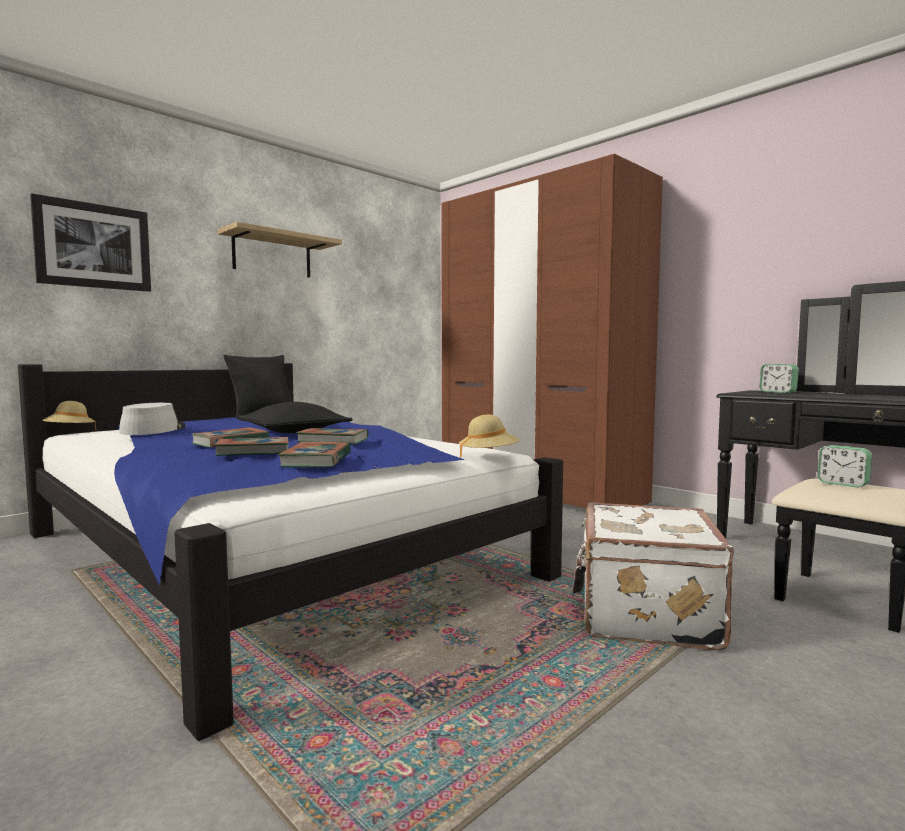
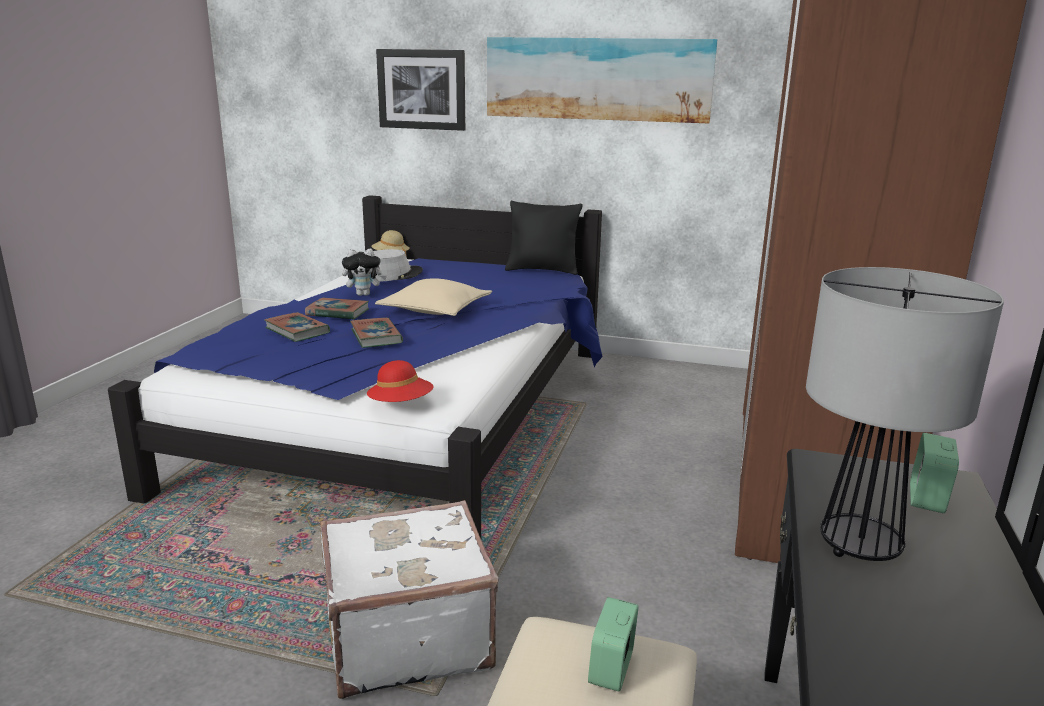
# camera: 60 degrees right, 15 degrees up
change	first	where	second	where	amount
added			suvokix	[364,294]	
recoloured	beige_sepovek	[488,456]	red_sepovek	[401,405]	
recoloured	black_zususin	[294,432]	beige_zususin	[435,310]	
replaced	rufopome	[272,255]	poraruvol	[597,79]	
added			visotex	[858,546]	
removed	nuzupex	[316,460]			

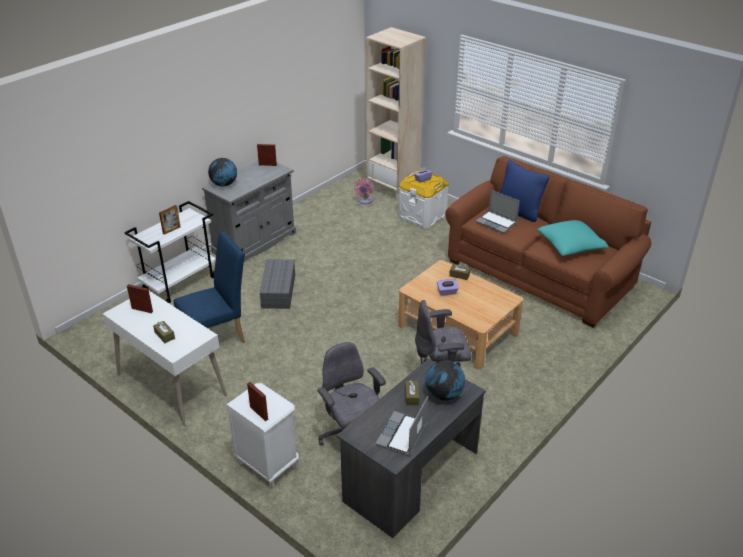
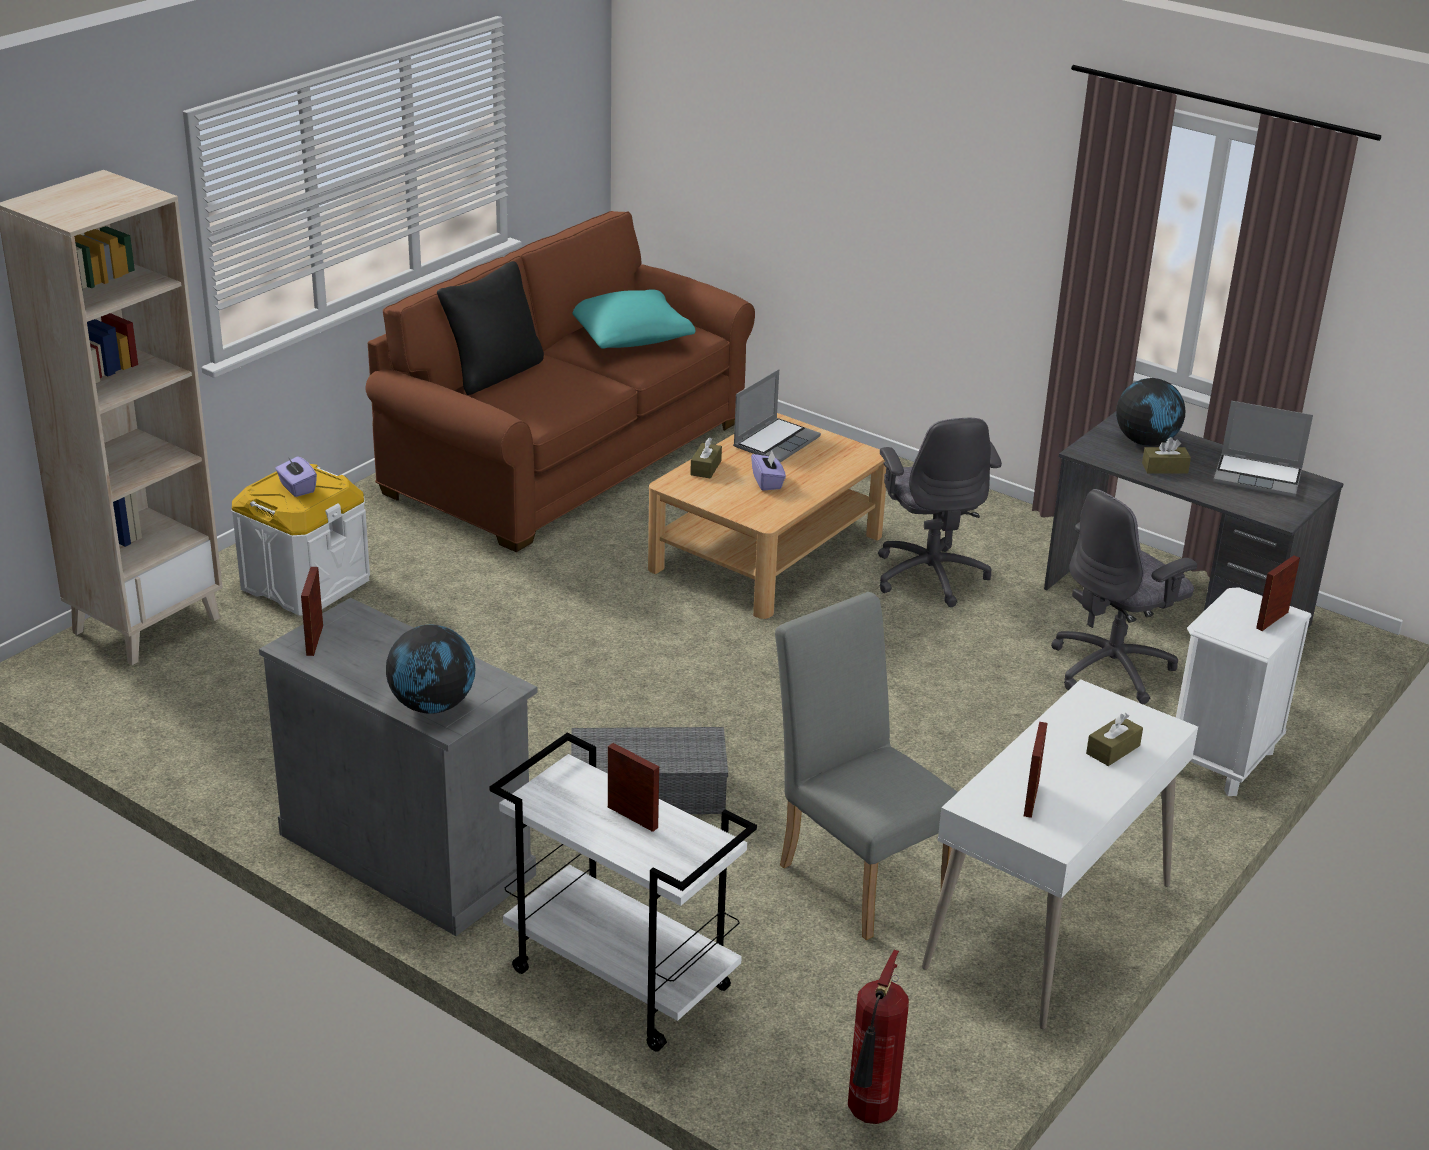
# camera: 95 degrees left, 5 degrees down
change	first	where	second	where	amount
recoloured	blue_zususin	[519,211]	black_zususin	[493,373]	
moved	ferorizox	[497,223]		[776,441]	
recoloured	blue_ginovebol	[218,338]	grey_ginovebol	[857,873]	
added			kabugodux	[870,1117]	
removed	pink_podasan	[365,201]			

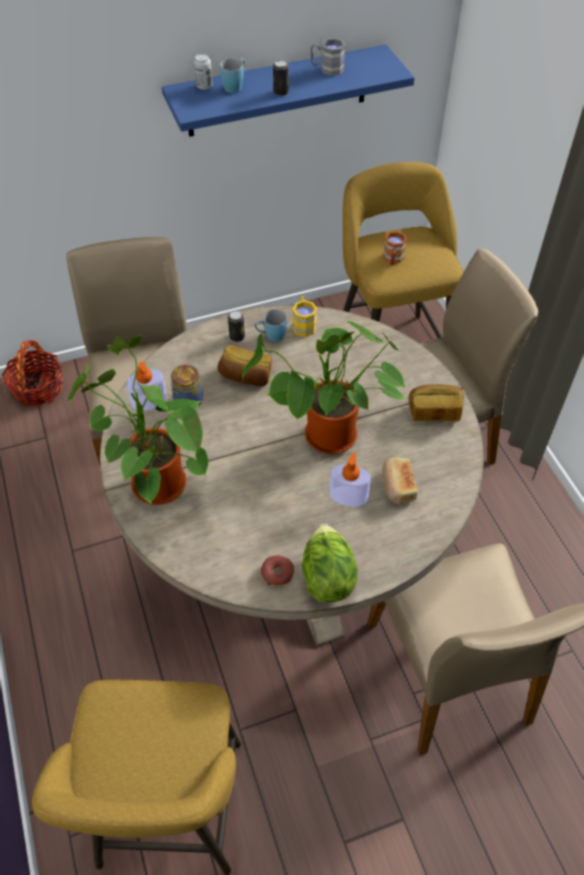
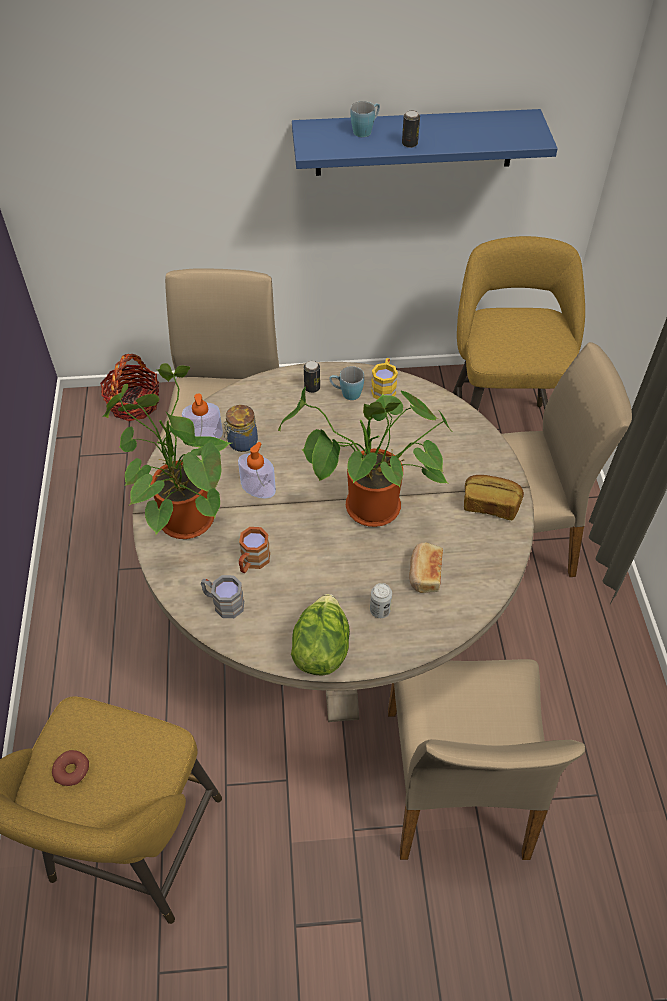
# camera: 15 degrees right, 0 degrees up
change	first	where	second	where	amount
moved	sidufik	[277,573]		[72,771]	
moved	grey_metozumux	[327,69]		[223,603]	
moved	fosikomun	[348,496]		[258,488]	
moved	brown_metozumux	[393,260]		[252,562]	
moved	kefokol	[204,86]		[380,610]	
removed	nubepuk	[246,377]			

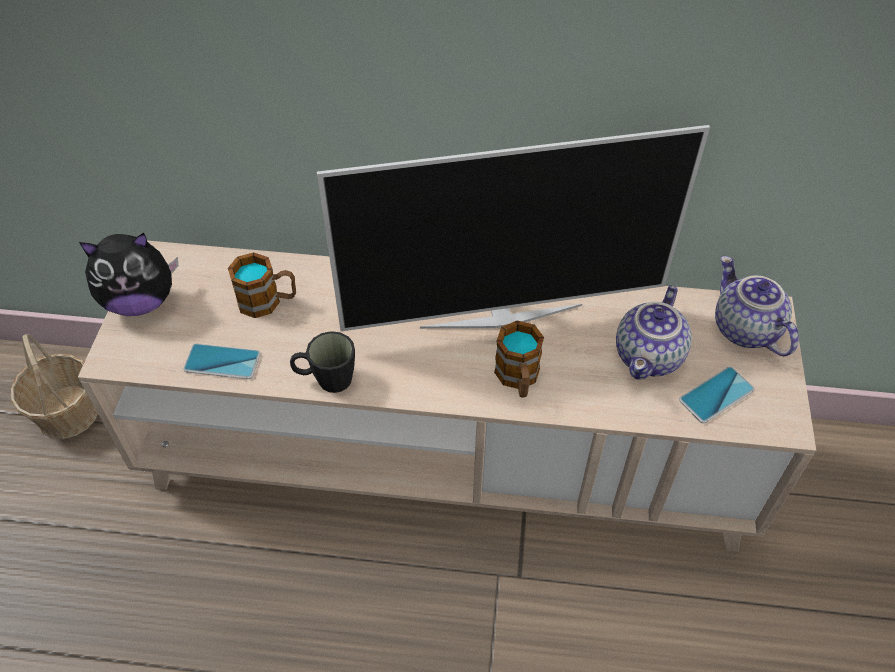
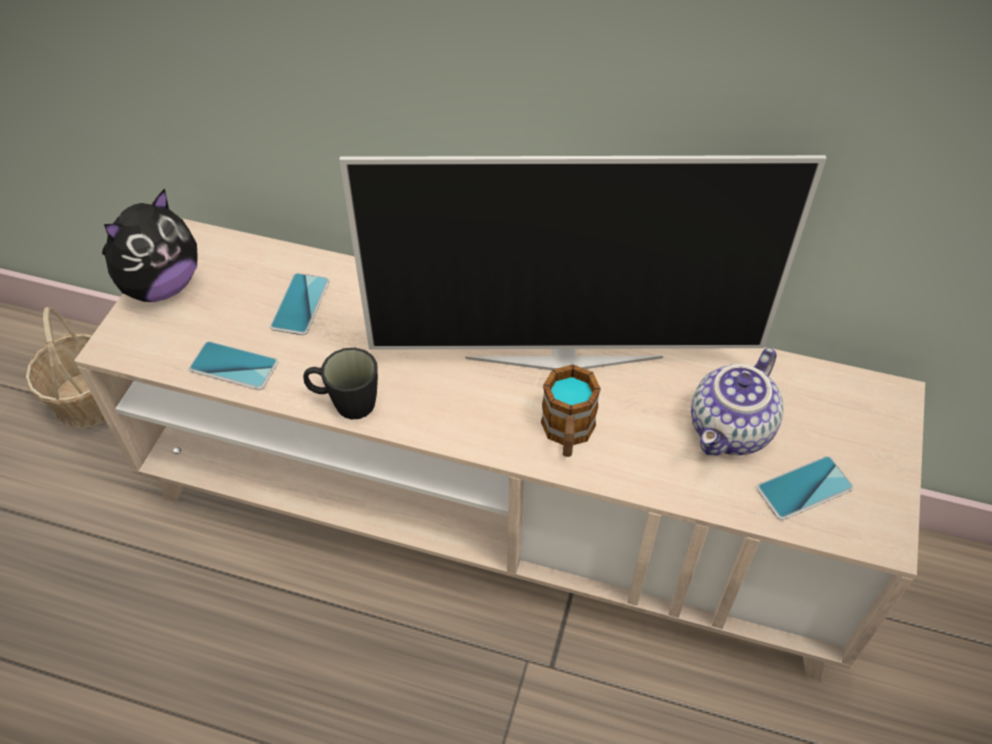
# camera: 10 degrees right, 0 degrees up
change	first	where	second	where	amount
turned	suvokix	[141,301]		[161,286]	45 degrees counterclockwise
replaced	metozumux	[268,301]	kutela	[300,304]	
removed	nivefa	[743,329]			

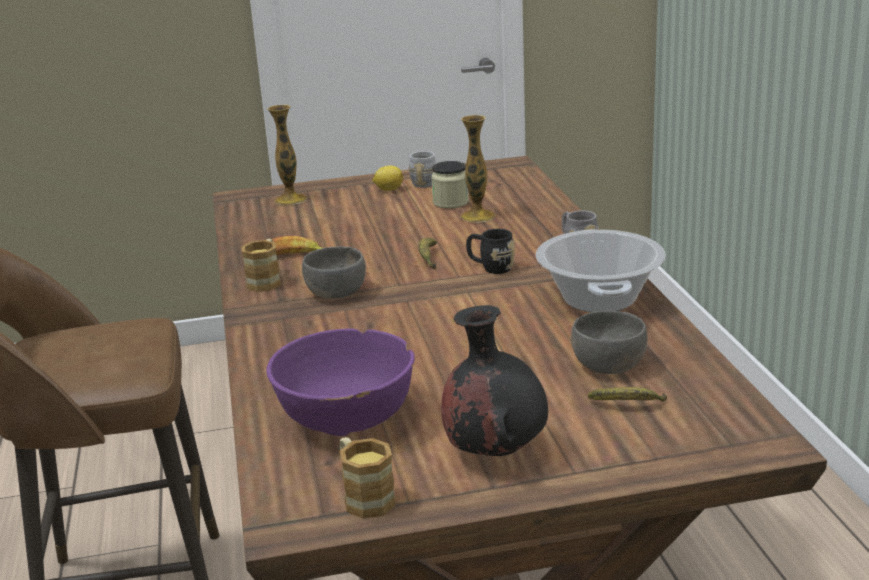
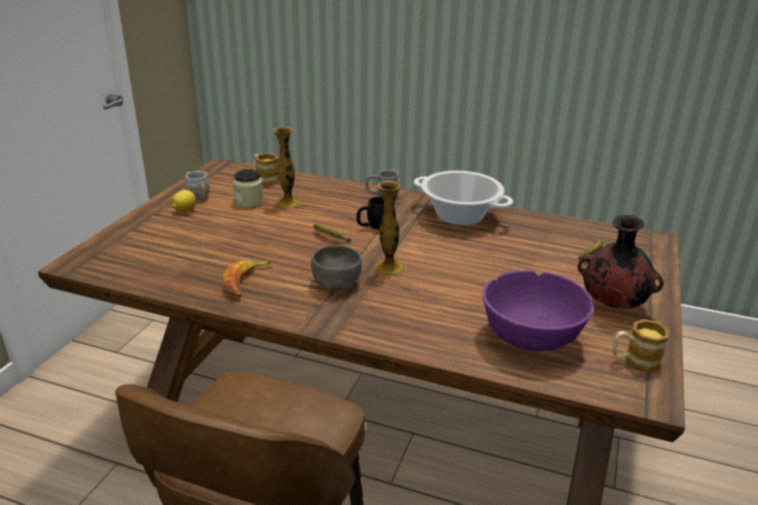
# camera: 60 degrees left, 5 degrees up
change	first	where	second	where	amount
moved	metozumux	[266,281]		[265,179]	
moved	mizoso	[291,200]		[389,268]	
removed	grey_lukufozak	[607,365]			

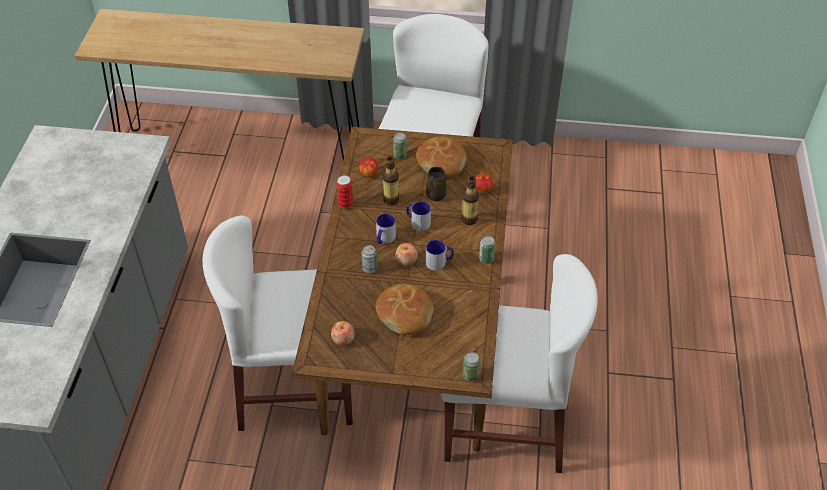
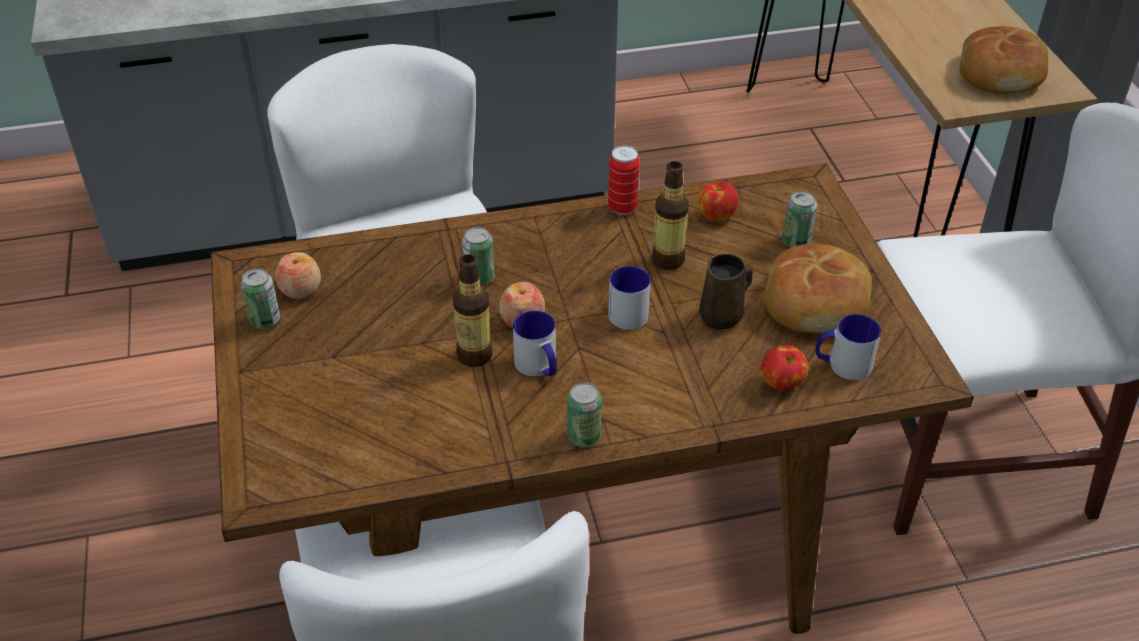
# camera: 70 degrees right, 5 degrees down
change	first	where	second	where	amount
moved	kefokol	[470,375]		[265,320]	
moved	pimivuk	[469,219]		[475,355]	
moved	metozumux	[384,239]		[842,365]	
moved	nubepuk	[405,314]		[1001,73]	

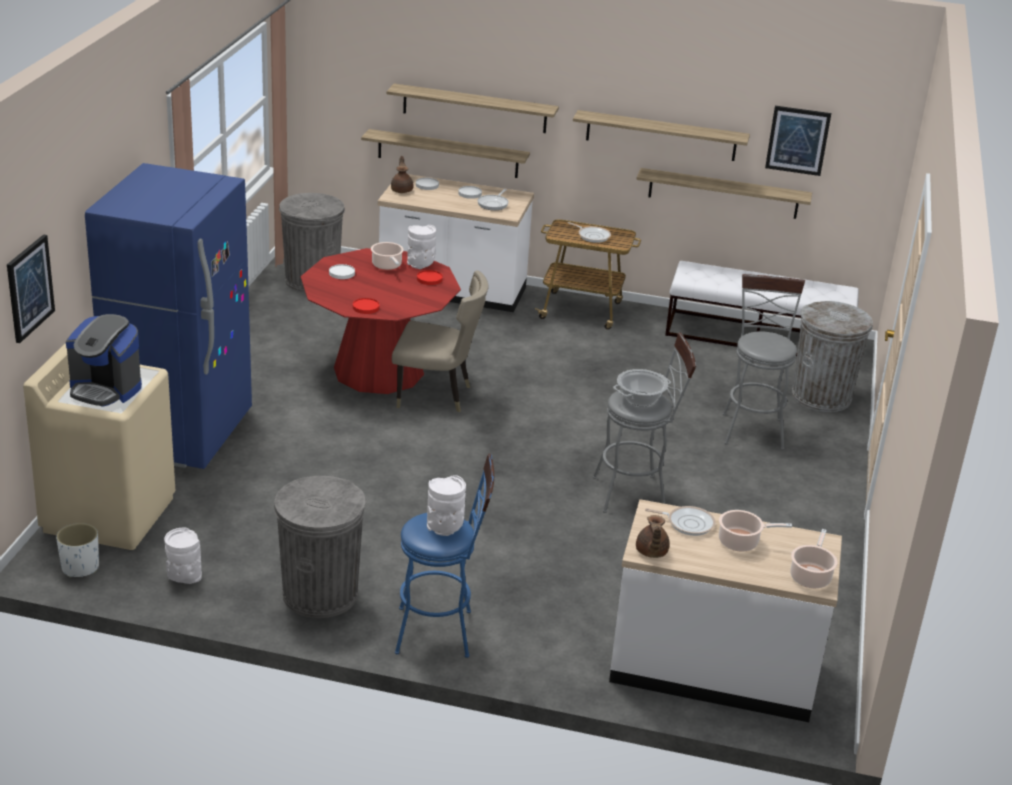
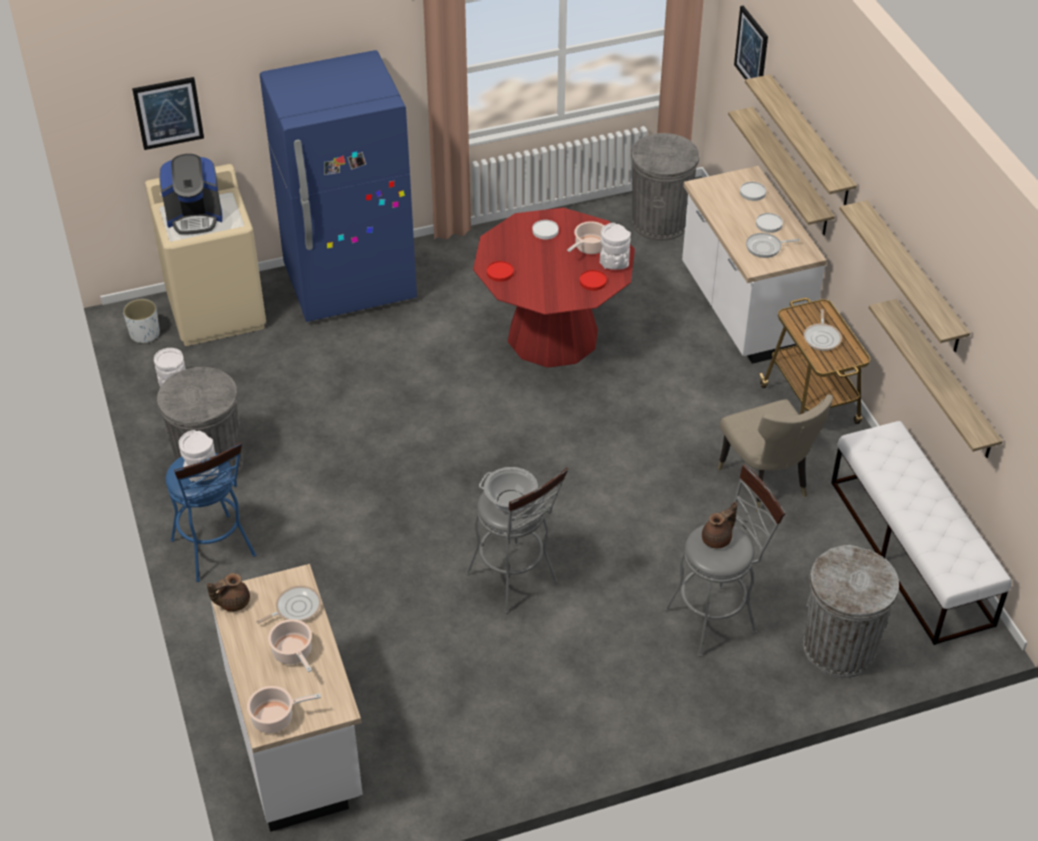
# camera: 60 degrees right, 15 degrees up
change	first	where	second	where	amount
turned	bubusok	[105,389]		[194,217]	90 degrees counterclockwise
turned	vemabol	[687,523]		[295,608]	105 degrees counterclockwise
moved	brown_nivefa	[402,190]		[718,539]	
moved	beige_ginovebol	[437,395]		[767,483]	
moved	poraruvol	[797,140]		[752,50]	

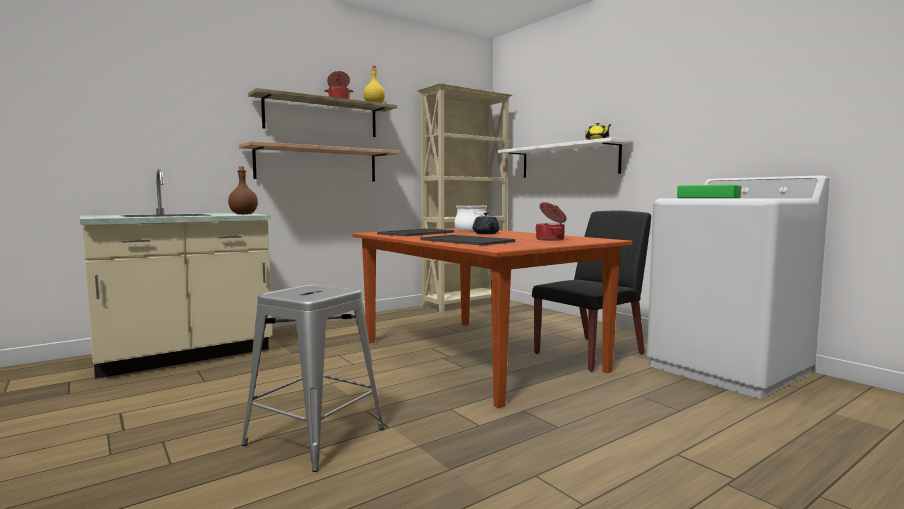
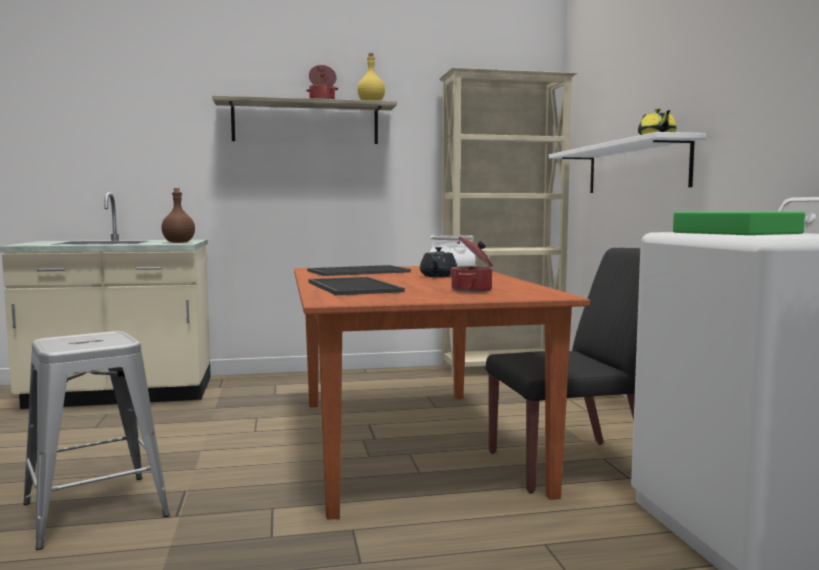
# camera: 25 degrees right, 0 degrees up
change	first	where	second	where	amount
removed	rufopome	[317,164]			

